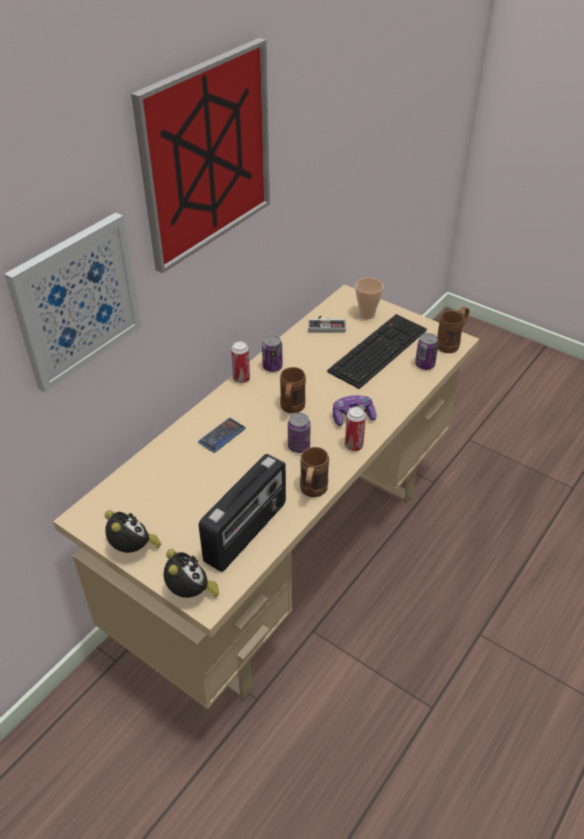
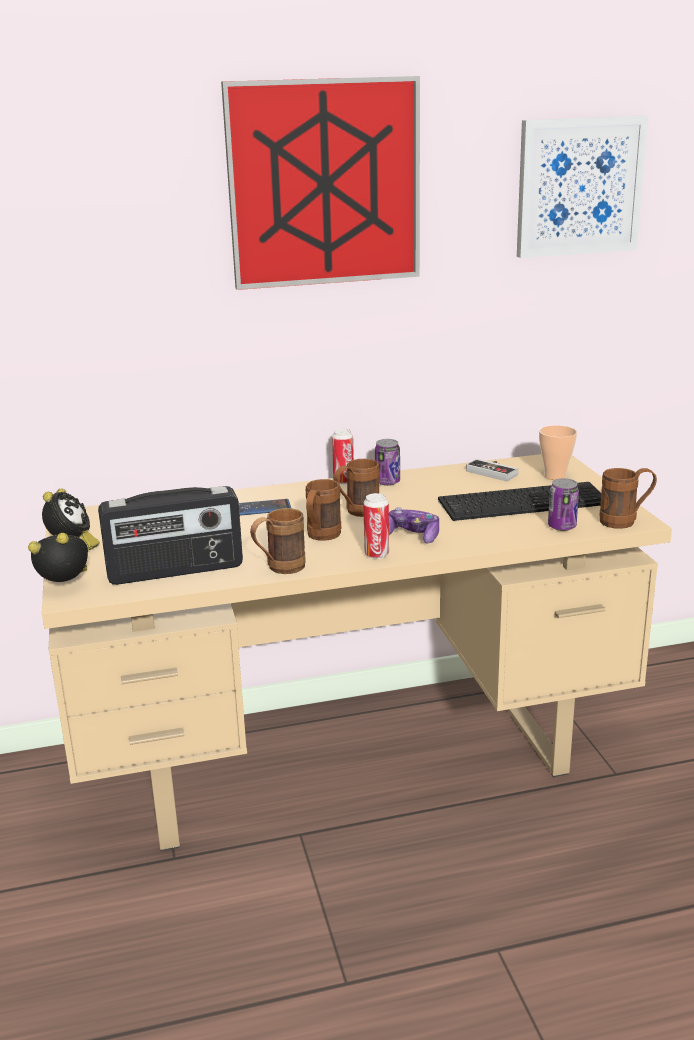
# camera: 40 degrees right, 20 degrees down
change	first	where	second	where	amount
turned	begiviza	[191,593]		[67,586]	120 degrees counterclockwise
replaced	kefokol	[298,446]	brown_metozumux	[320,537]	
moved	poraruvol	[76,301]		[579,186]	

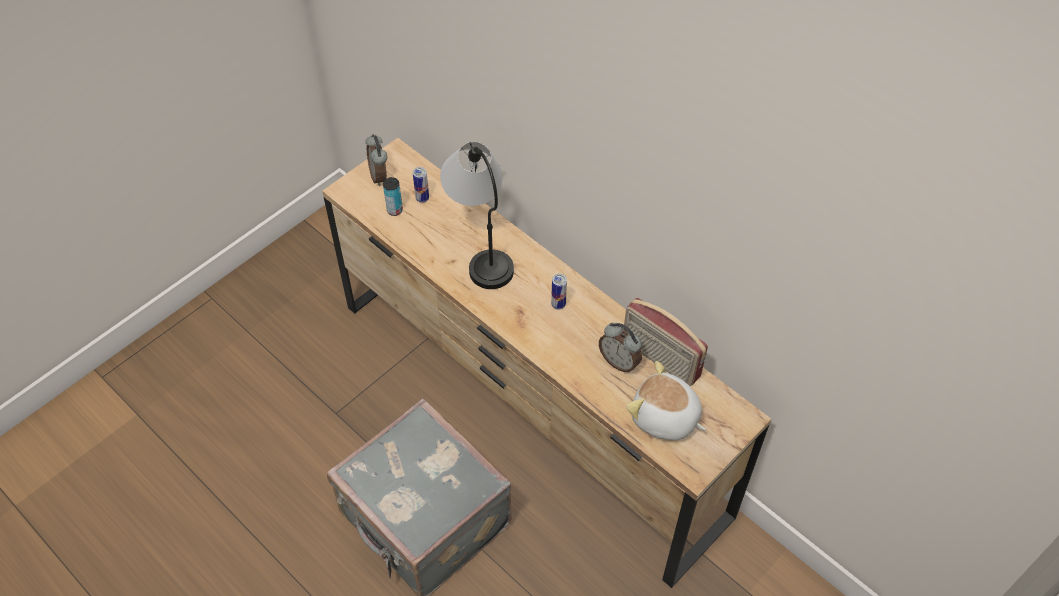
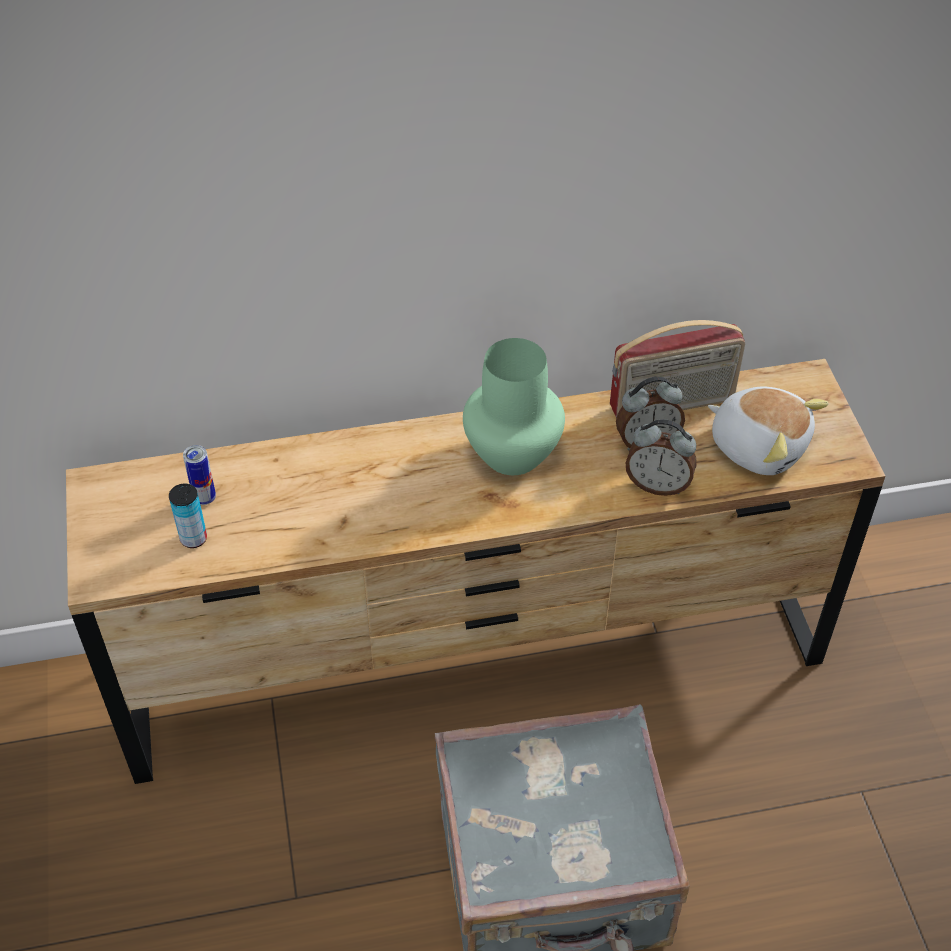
# camera: 55 degrees left, 5 degrees down
change	first	where	second	where	amount
replaced	kefokol	[558,304]	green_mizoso	[512,452]	
moved	begiviza	[380,176]		[658,484]	
turned	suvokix	[664,418]		[758,445]	120 degrees counterclockwise
removed	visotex	[482,248]			

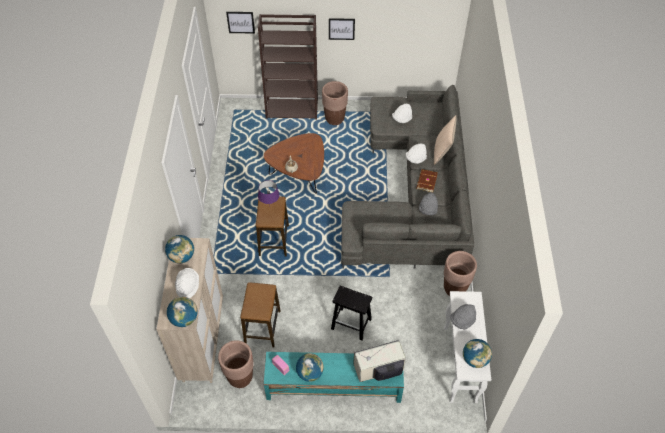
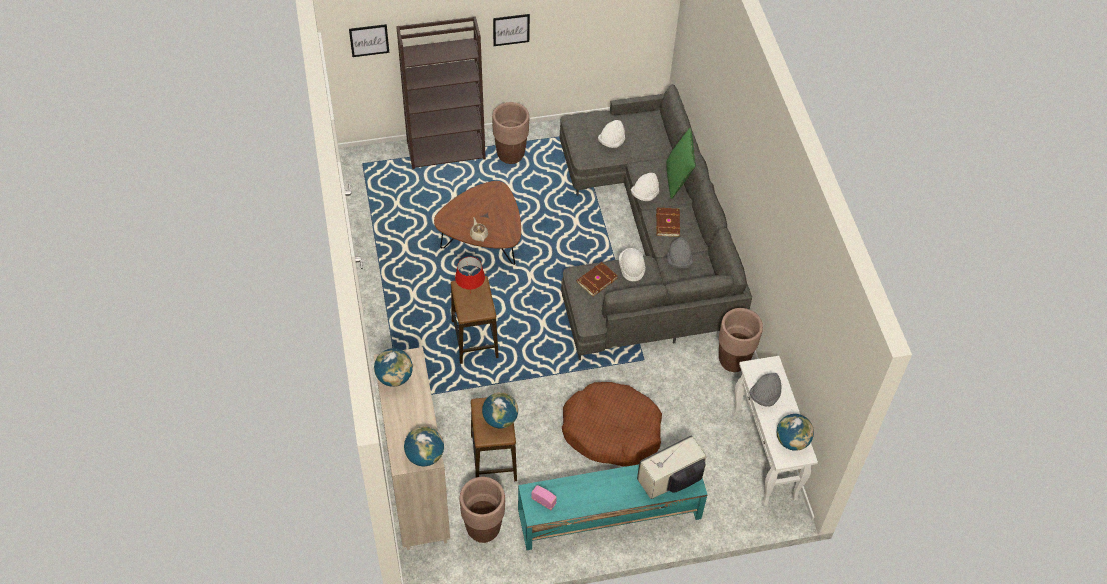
# camera: 15 degrees left, 0 degrees up
change	first	where	second	where	amount
recoloured	purple_visotex	[270,207]	red_visotex	[471,293]	
moved	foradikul	[310,373]		[500,419]	
replaced	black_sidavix	[352,324]	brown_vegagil	[611,431]	
added			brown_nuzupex	[596,280]	
moved	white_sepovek	[187,286]		[631,268]	
recoloured	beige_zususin	[442,152]	green_zususin	[677,179]	

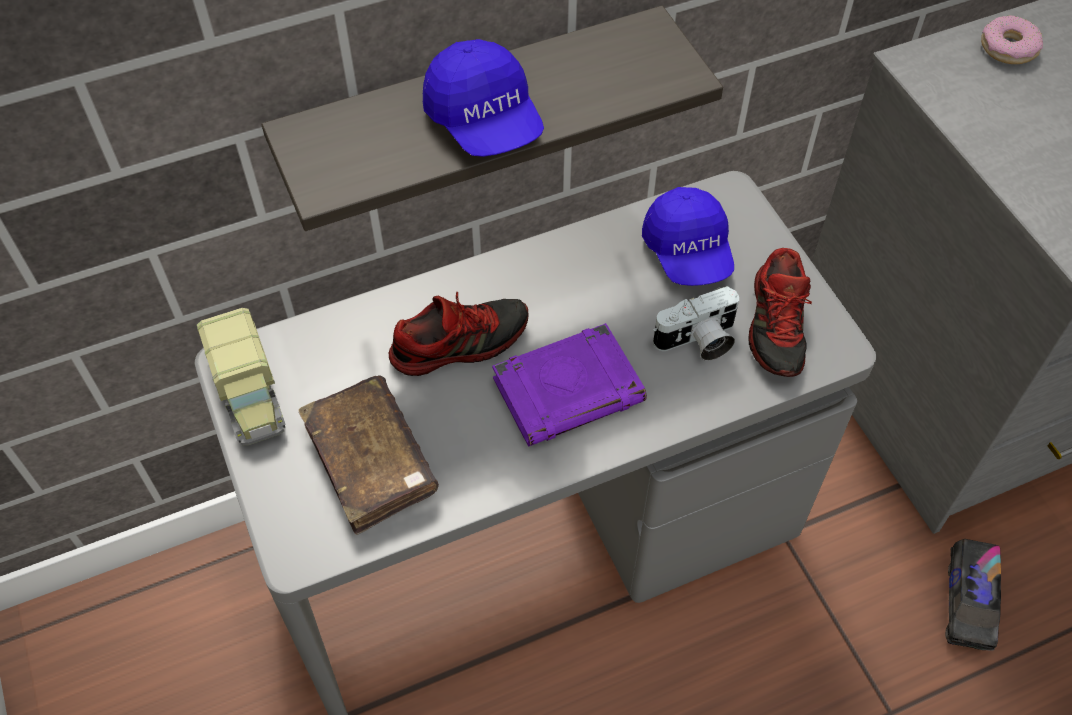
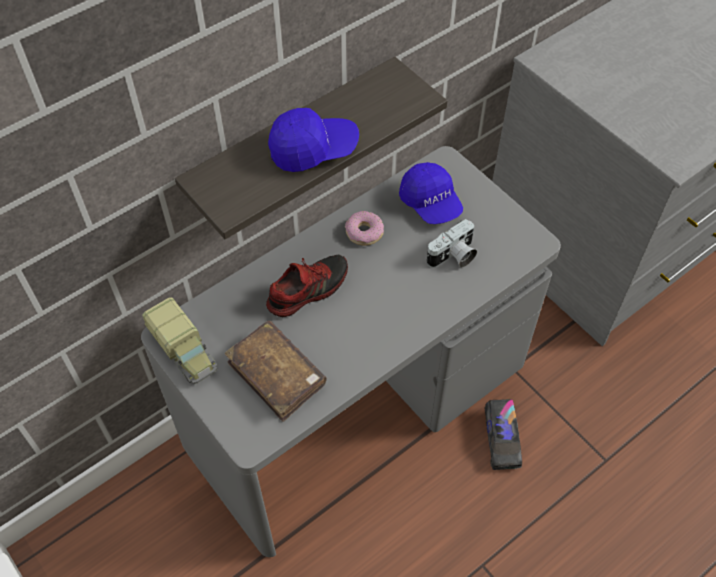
# camera: 15 degrees left, 0 degrees up
change	first	where	second	where	amount
turned	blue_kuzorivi	[485,121]		[313,149]	60 degrees counterclockwise
moved	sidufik	[1008,48]		[364,232]	
moved	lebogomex	[968,601]		[501,439]	
removed	purple_nuzupex	[569,390]			
removed	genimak	[778,326]			

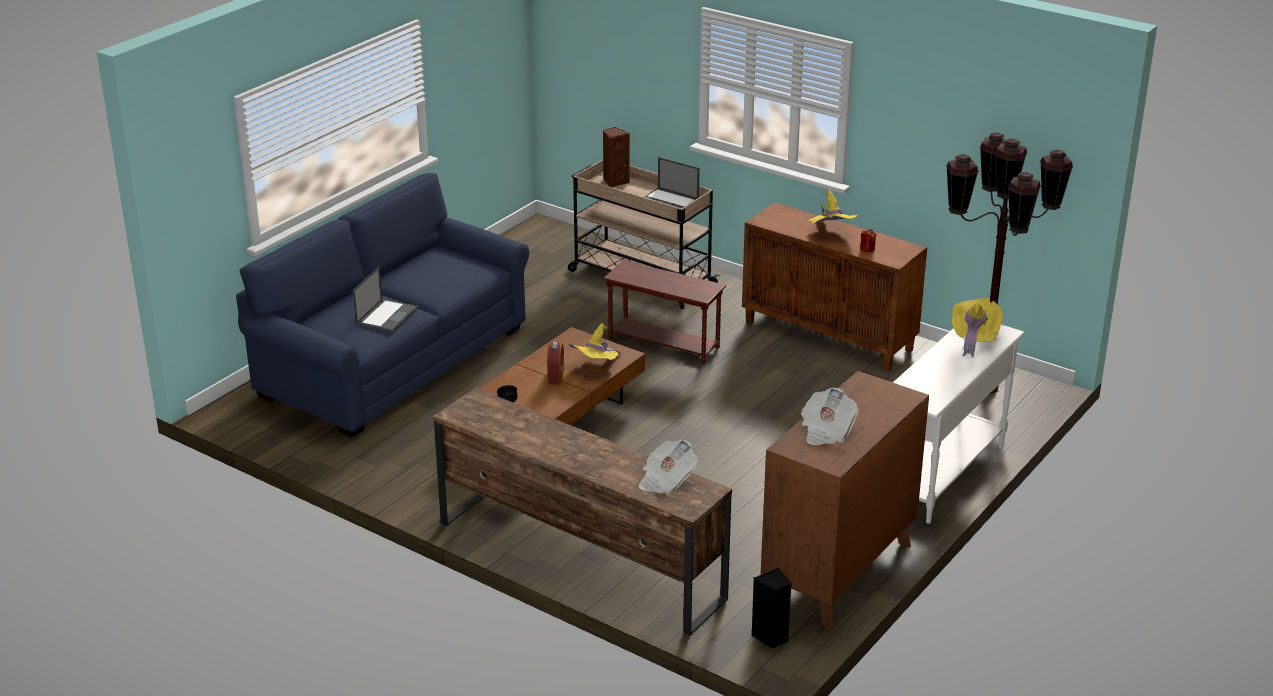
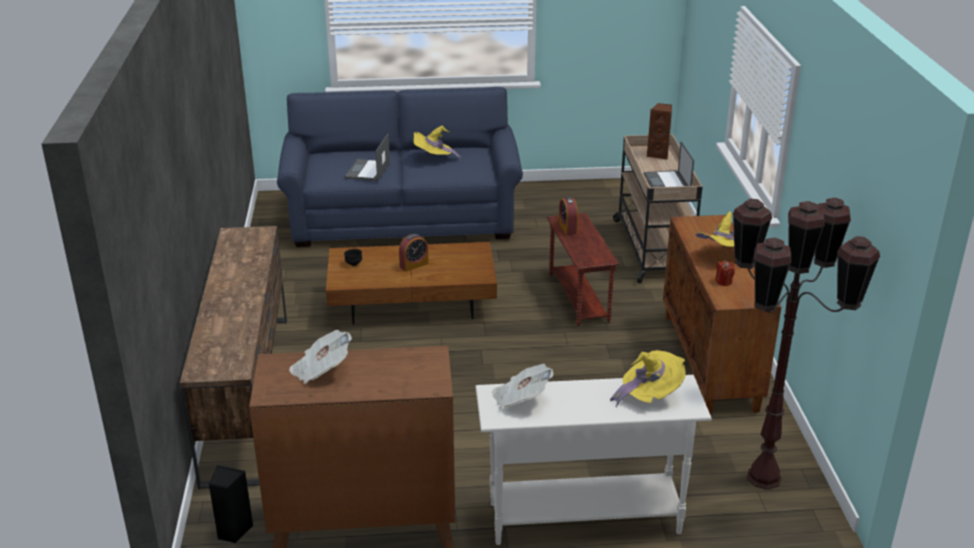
# camera: 50 degrees right, 0 degrees up
change	first	where	second	where	amount
turned	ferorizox	[387,316]		[367,171]	120 degrees clockwise
moved	yellow_sepovek	[596,367]		[434,159]	
moved	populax	[666,481]		[520,399]	
added			begiviza	[567,228]	

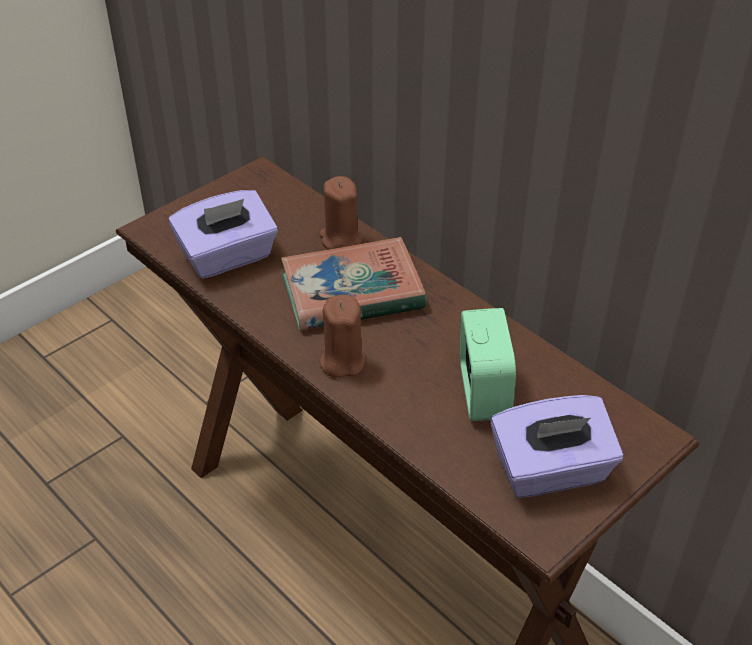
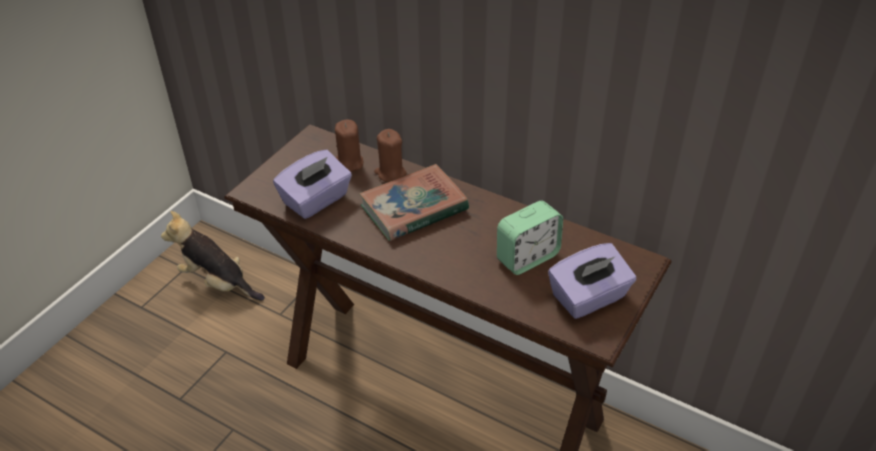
# camera: 15 degrees left, 0 degrees up
change	first	where	second	where	amount
added			suvokix	[218,282]	
moved	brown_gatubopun	[342,361]		[349,163]	
turned	begiviza	[483,393]		[527,257]	75 degrees clockwise

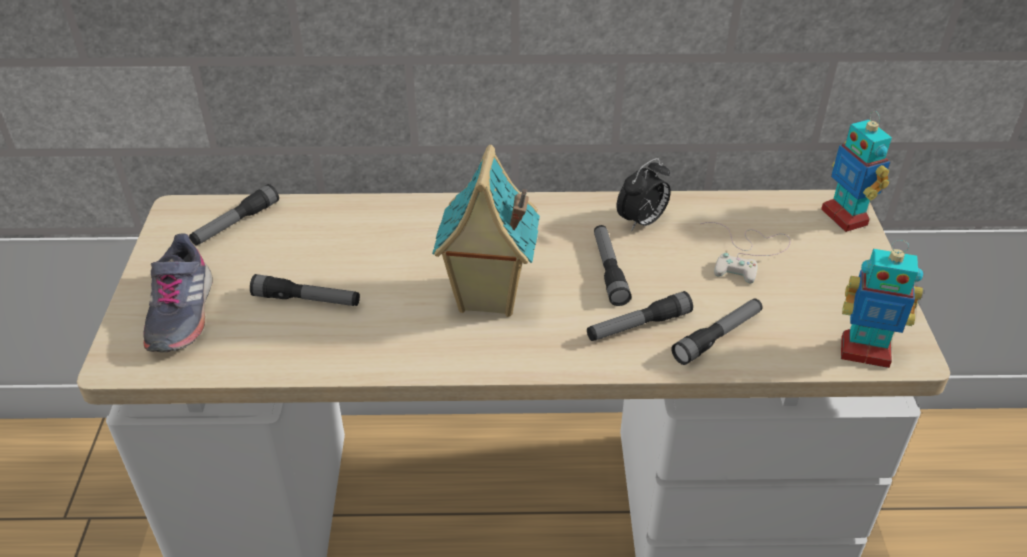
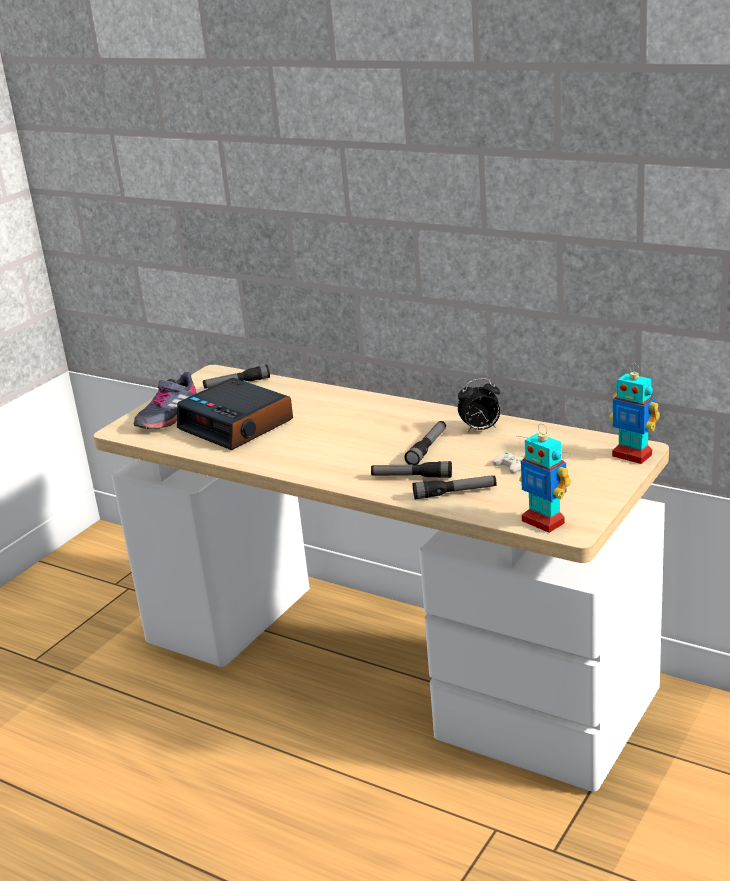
# camera: 35 degrees right, 15 degrees down
change	first	where	second	where	amount
replaced	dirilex	[307,300]	begiviza	[237,425]	
turned	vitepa	[845,217]		[632,455]	60 degrees counterclockwise
removed	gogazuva	[487,298]			

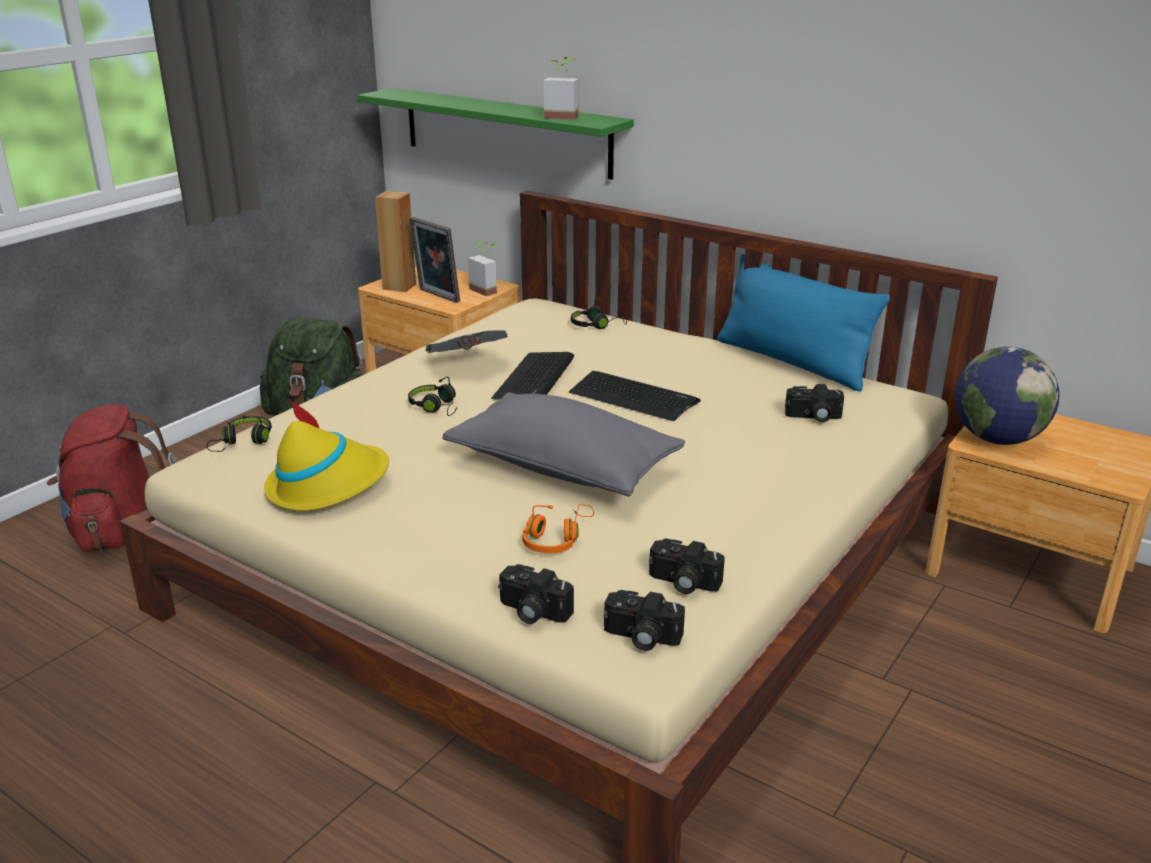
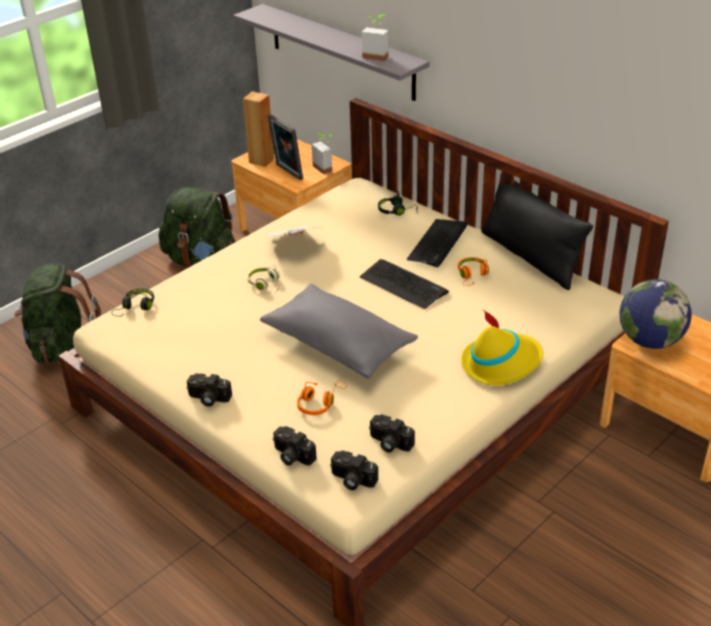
# camera: 10 degrees right, 10 degrees up
change	first	where	second	where	amount
recoloured	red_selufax	[120,531]	green_selufax	[61,345]	
moved	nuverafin	[813,417]		[208,398]	
recoloured	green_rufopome	[505,132]	grey_rufopome	[341,52]	
recoloured	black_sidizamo	[436,407]	beige_sidizamo	[266,285]	
moved	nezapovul	[535,379]		[438,243]	
added			orange_sidizamo	[472,275]	
moved	yellow_sepovek	[327,485]		[501,363]	
recoloured	blue_zususin	[792,362]	black_zususin	[530,257]	

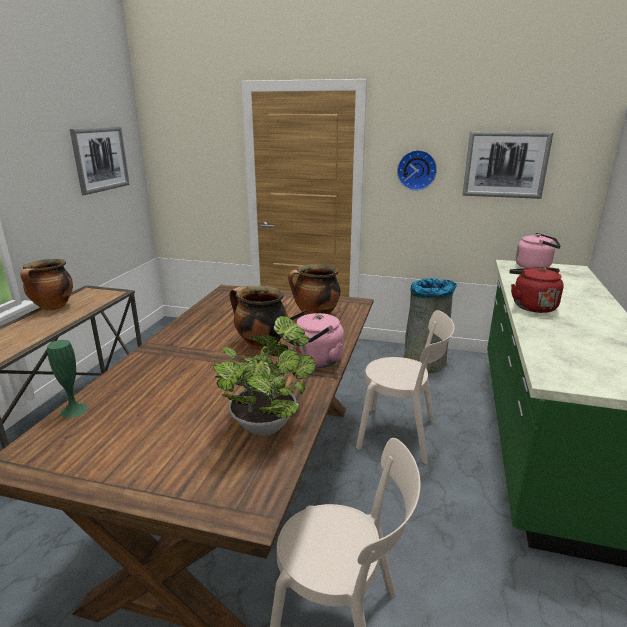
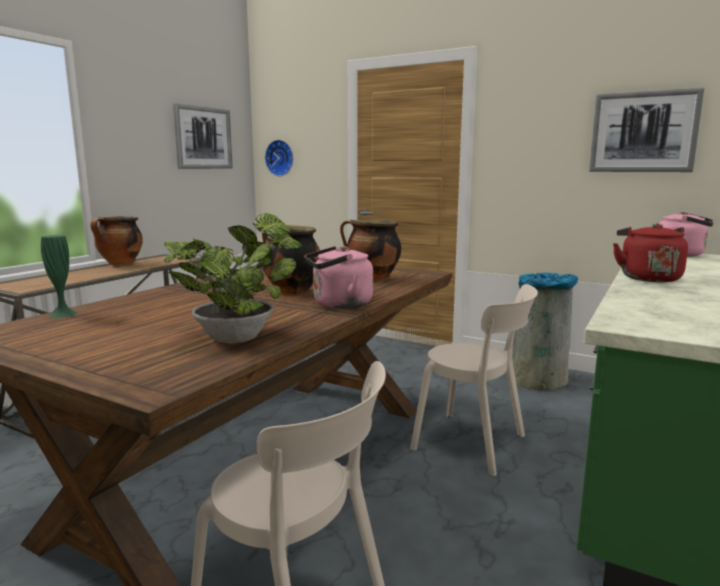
# camera: 15 degrees right, 10 degrees down
change	first	where	second	where	amount
moved	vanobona	[417,170]		[280,158]	

